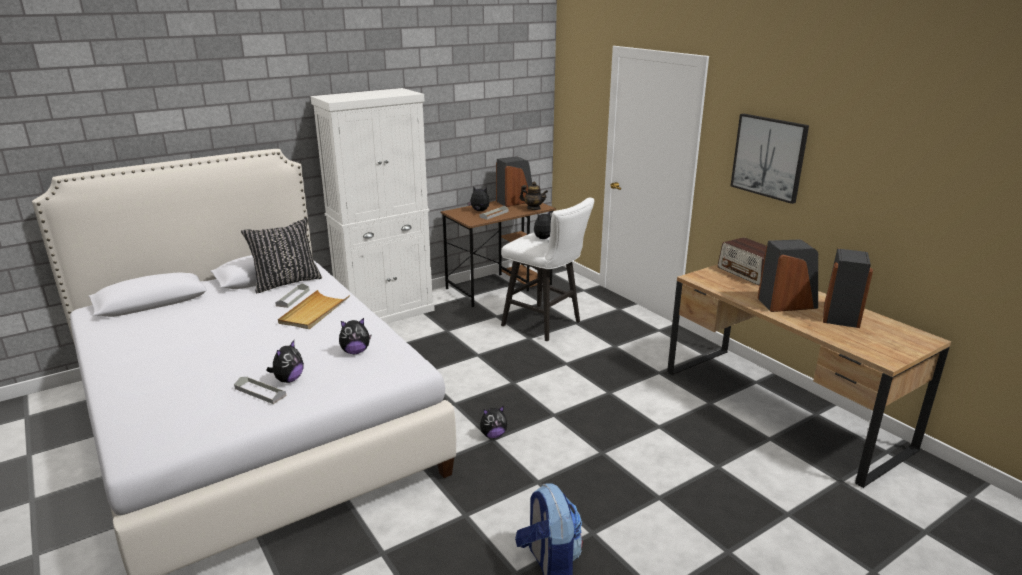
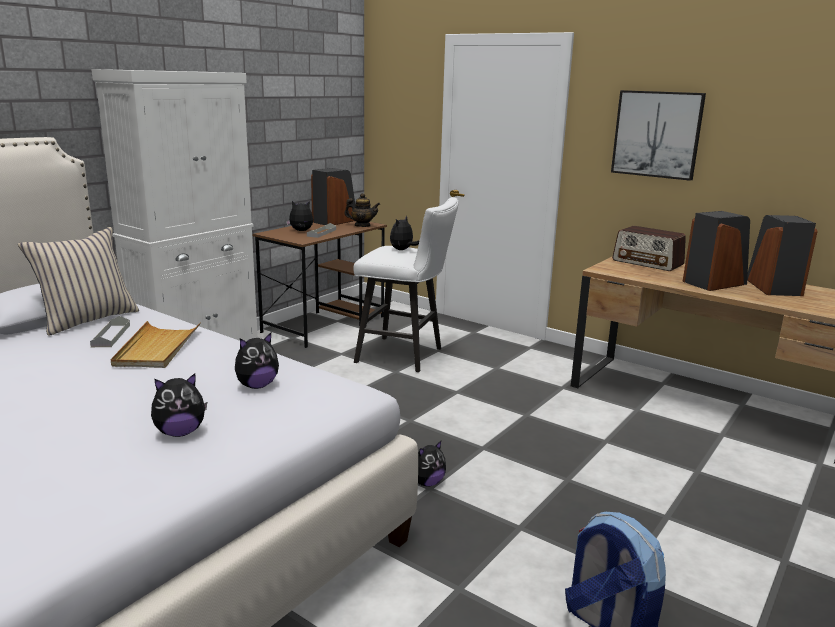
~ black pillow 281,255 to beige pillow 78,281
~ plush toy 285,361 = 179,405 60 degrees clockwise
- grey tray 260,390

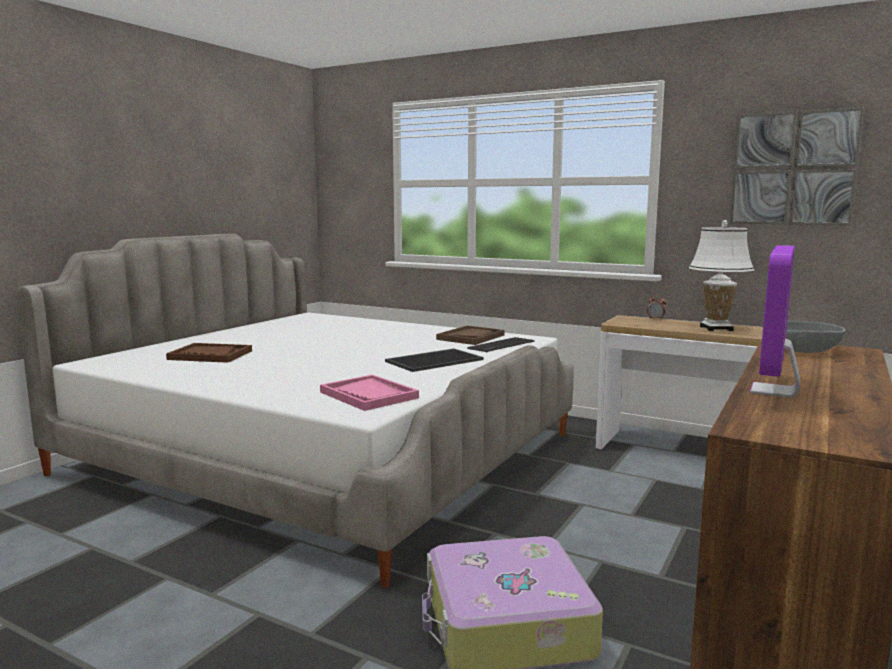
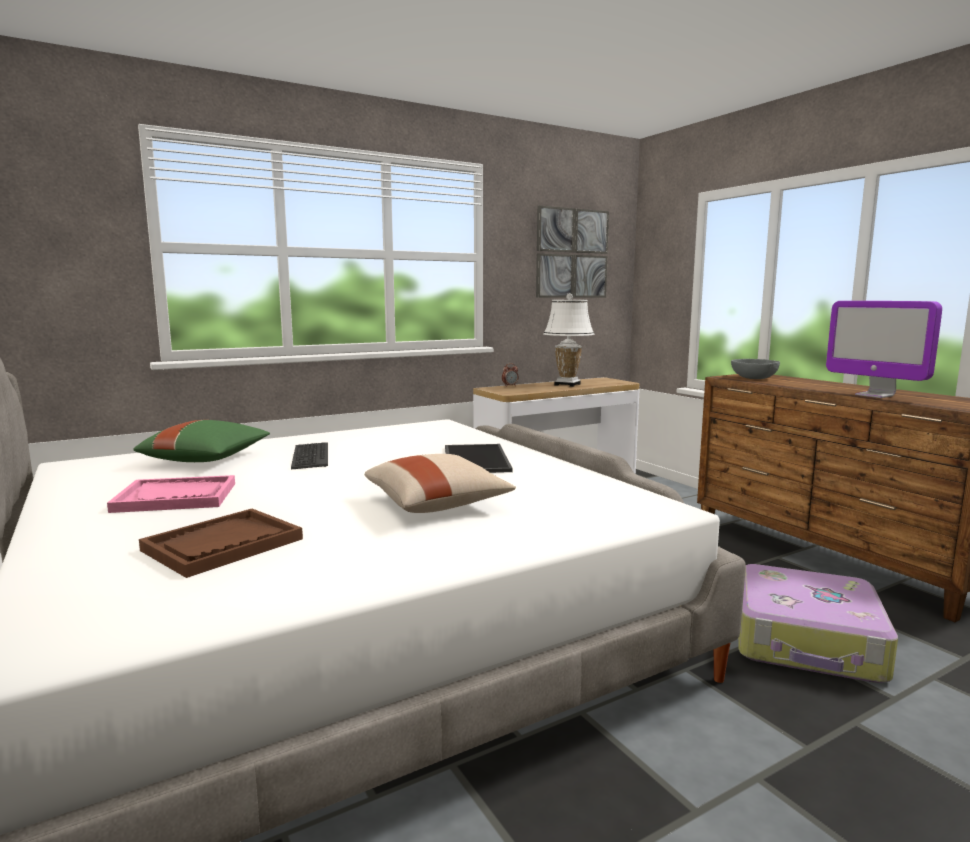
- brown tray 470,335
~ keyboard 500,344 to 309,455
~ pink tray 369,392 to 171,494
+ green pillow 202,441
+ beige pillow 440,483

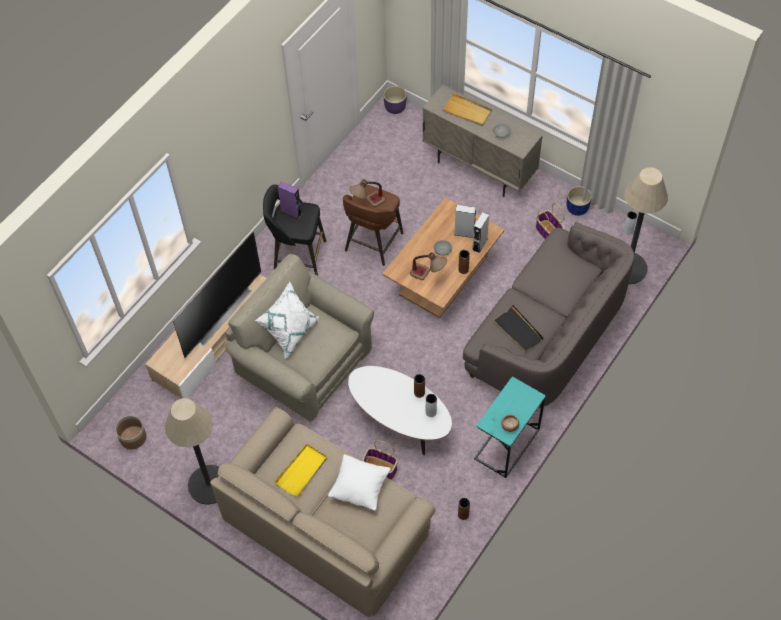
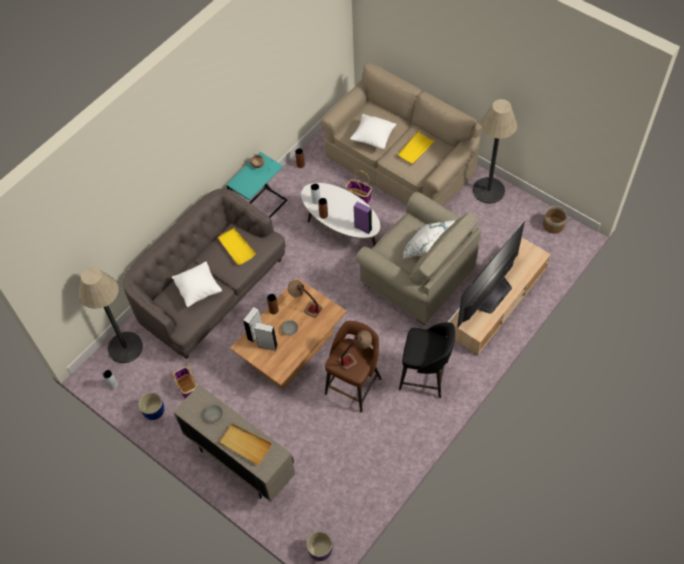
~ purple speaker 290,200 to 363,218
~ black tray 518,329 to yellow tray 236,246
+ white pillow 197,284

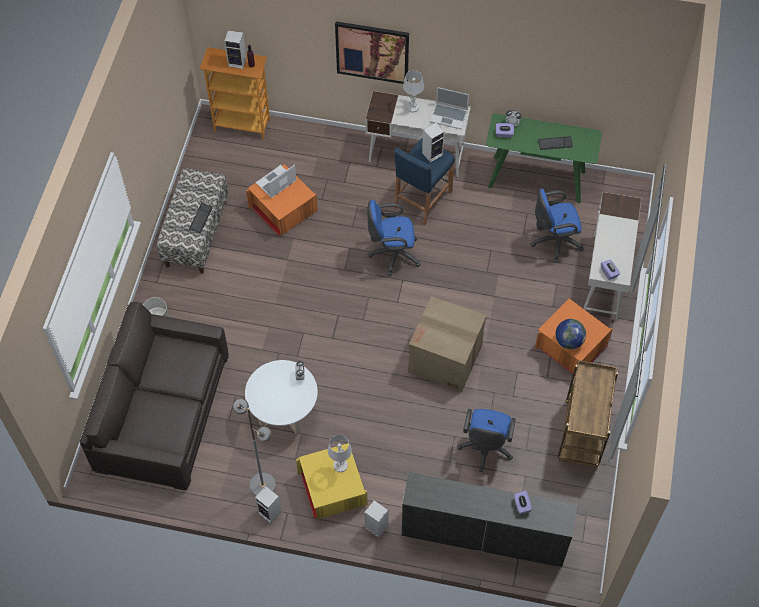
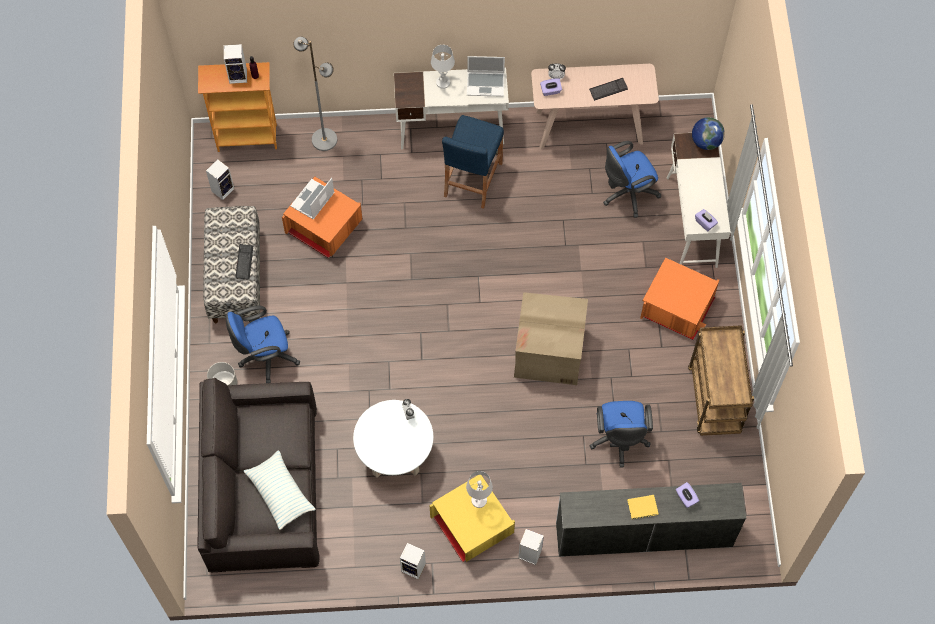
- picture 372,52
~ green console table 544,159 to beige console table 595,107
~ speaker 433,142 to 220,179
~ blue office chair 394,238 to 263,344
~ globe 571,334 to 708,133
~ grey floor lamp 254,447 to 315,94
+ pillow 279,490
+ yellow book 643,507

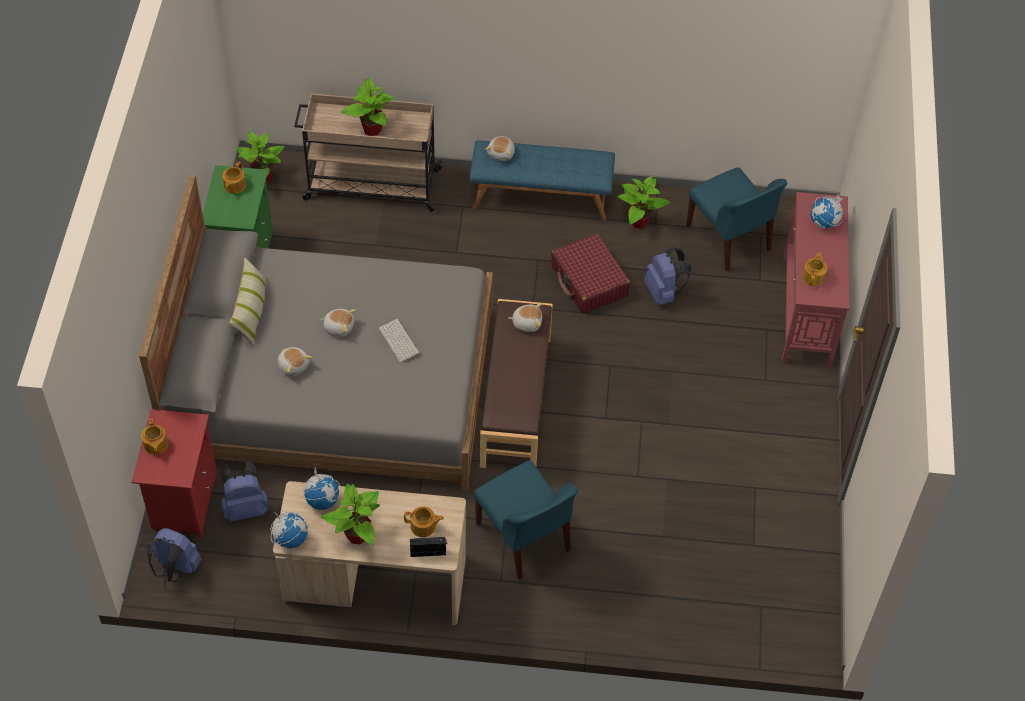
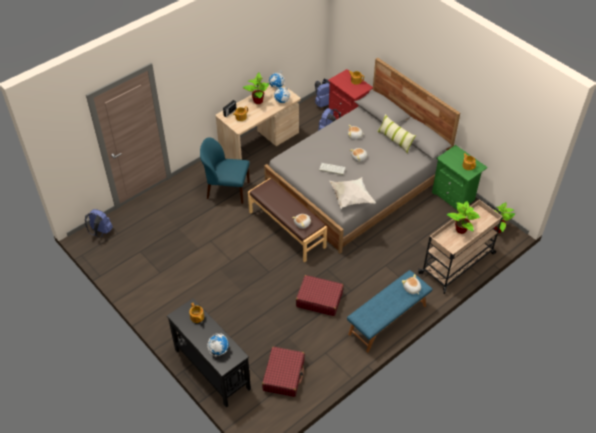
~ blue chair 736,219 to red suitcase 283,371
- potted plant 643,202
~ red console table 815,280 to black console table 209,353
~ blue backpack 668,276 to 99,223
+ white pillow 353,193

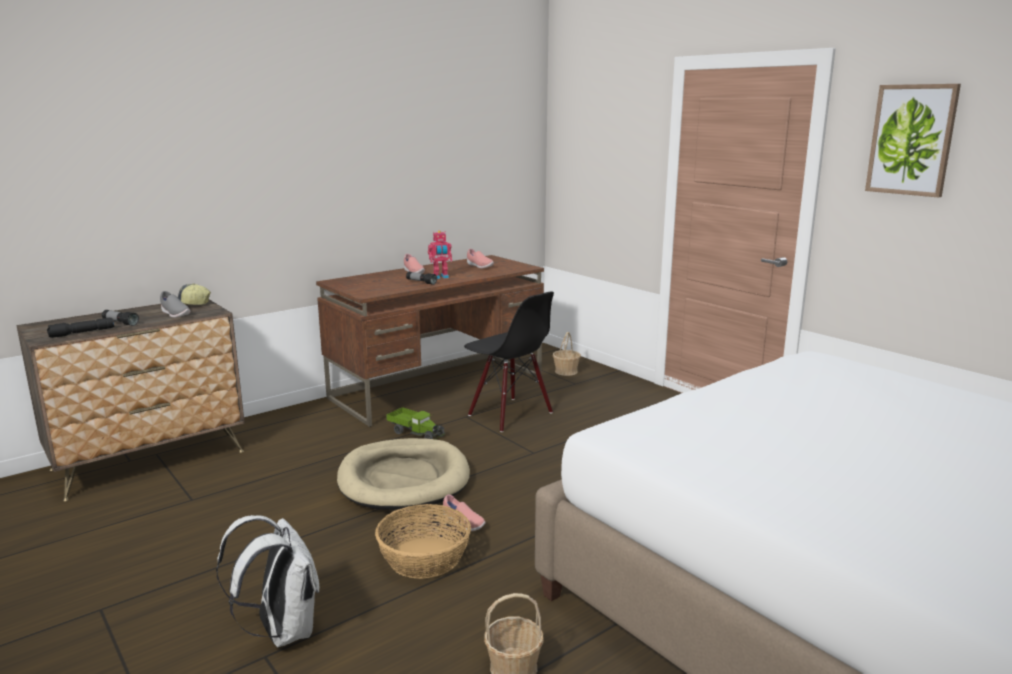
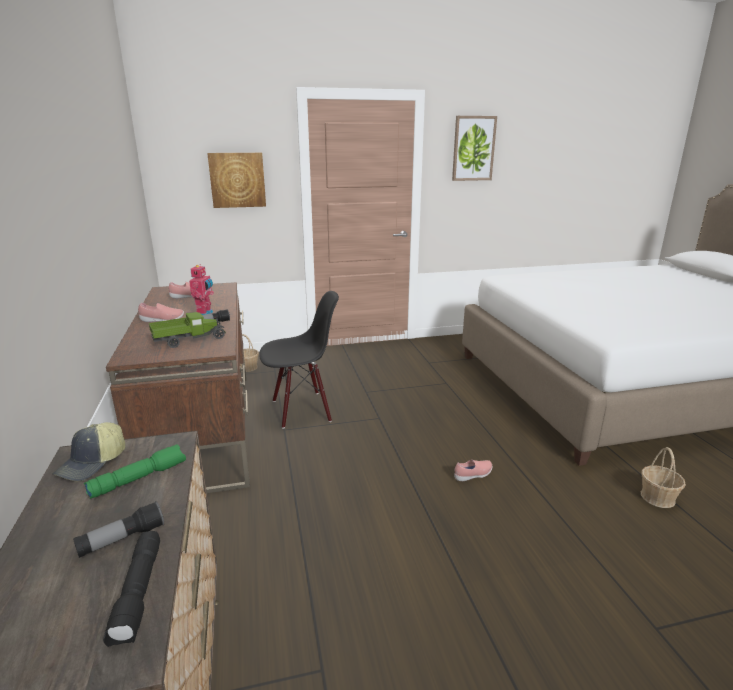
~ grey shoe 175,304 to green flashlight 135,471
~ toy truck 415,423 to 187,330
- beige dog bed 403,474
- basket 423,541
- white backpack 267,581
+ picture 236,180

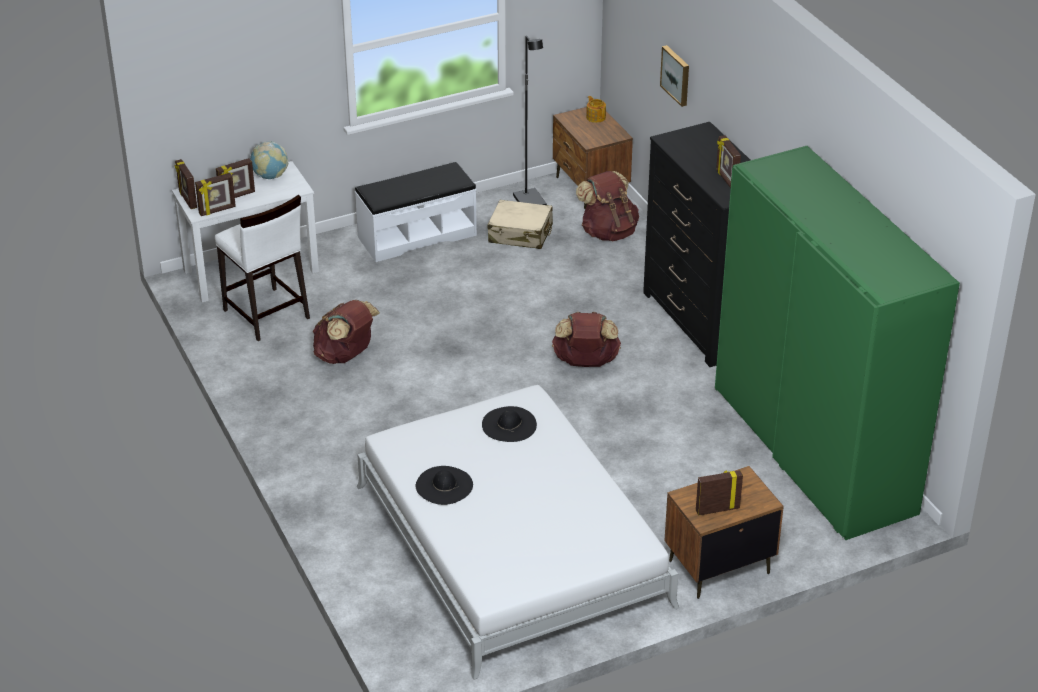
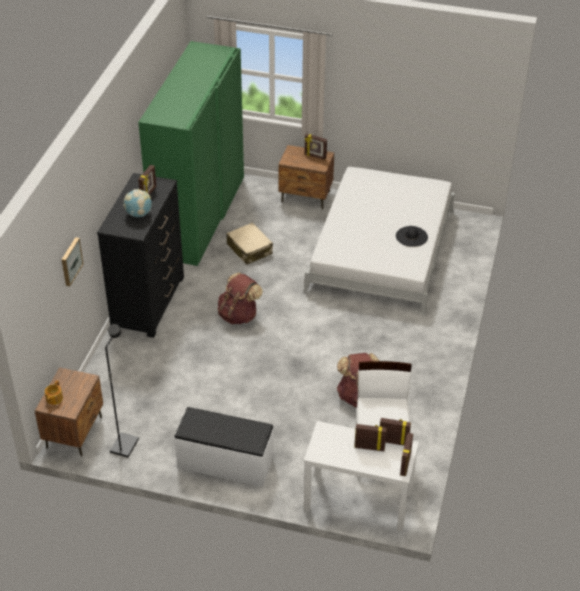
~ globe 269,160 to 137,203
- brown backpack 607,206
~ beige suitcase 520,224 to 250,243
- black hat 509,424

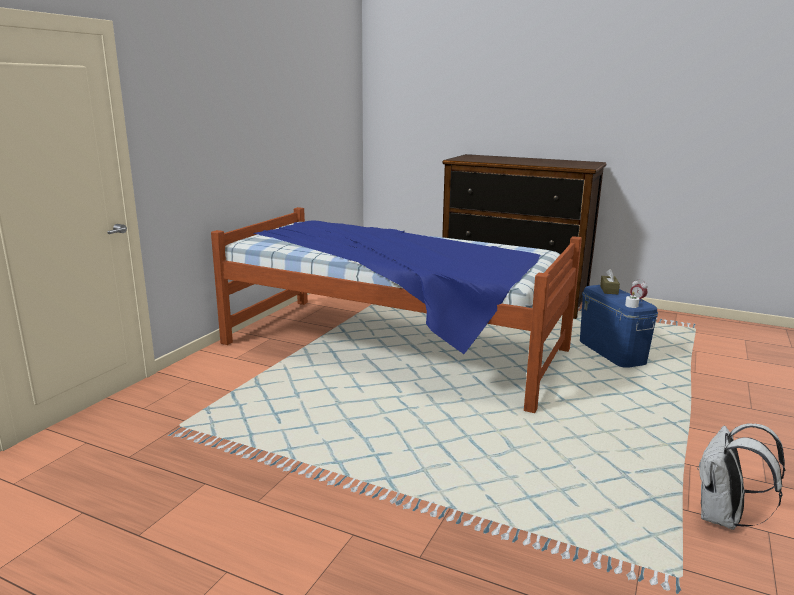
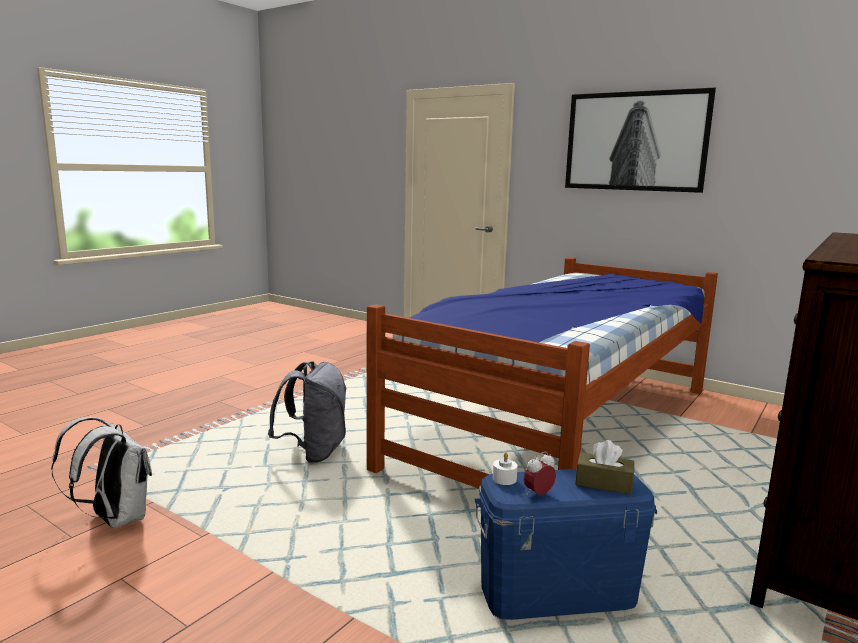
+ picture 640,140
+ grey backpack 307,412

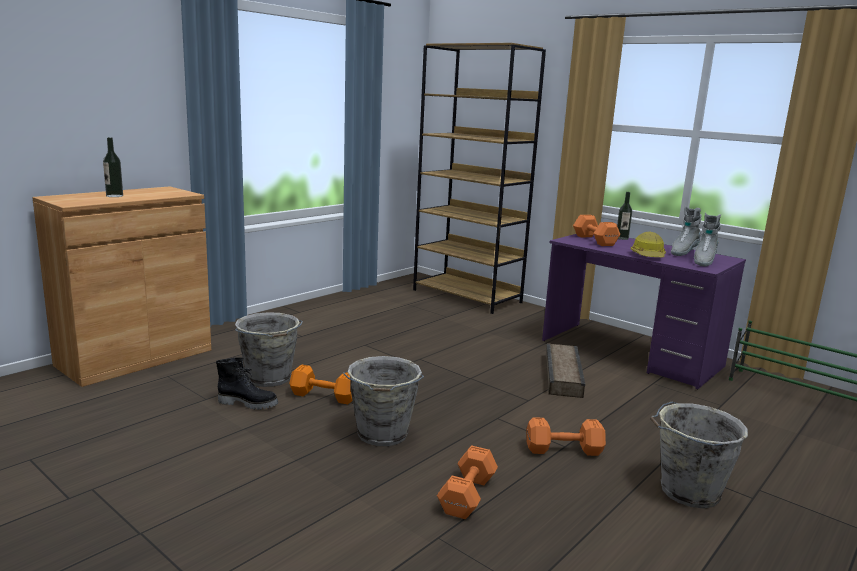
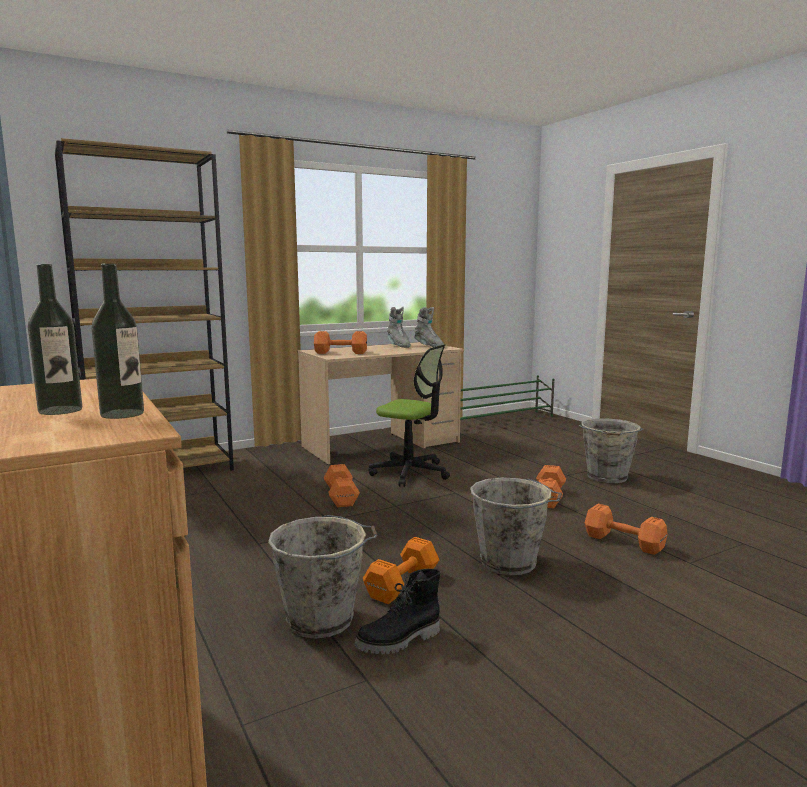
~ bottle 624,216 to 117,341
- hard hat 648,244
~ purple desk 644,311 to beige desk 381,403
~ crate 565,370 to office chair 409,415
~ black boot 247,383 = 397,611 150 degrees counterclockwise
+ orange dumbbell 342,485

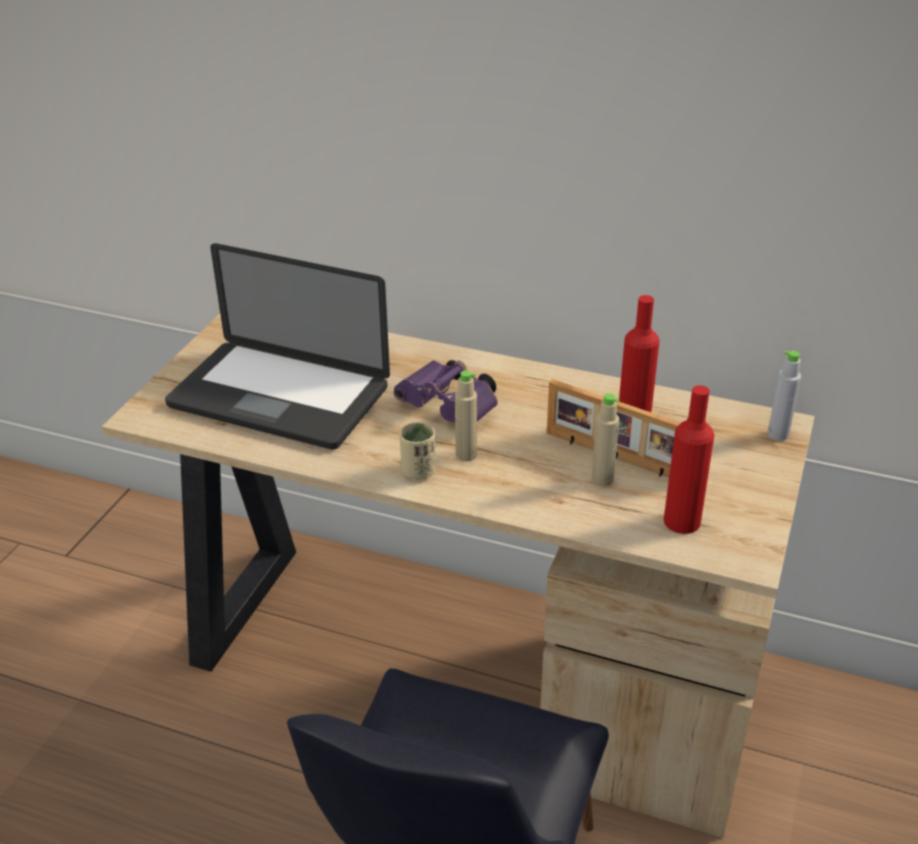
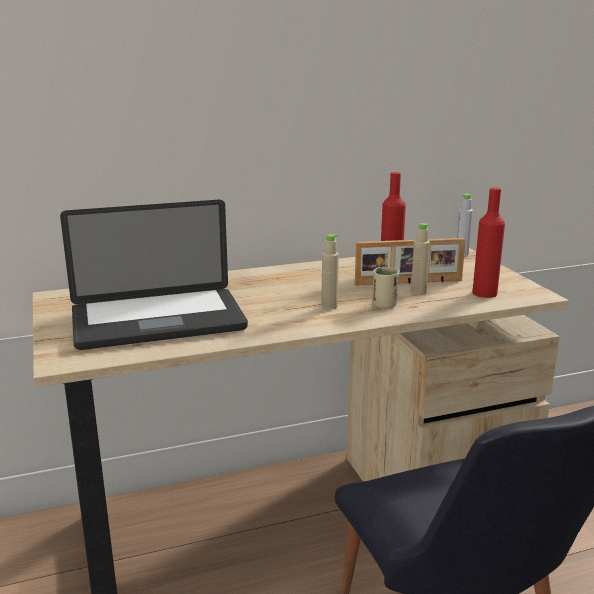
- purple binoculars 446,391
~ beige cup 418,451 to 385,288

